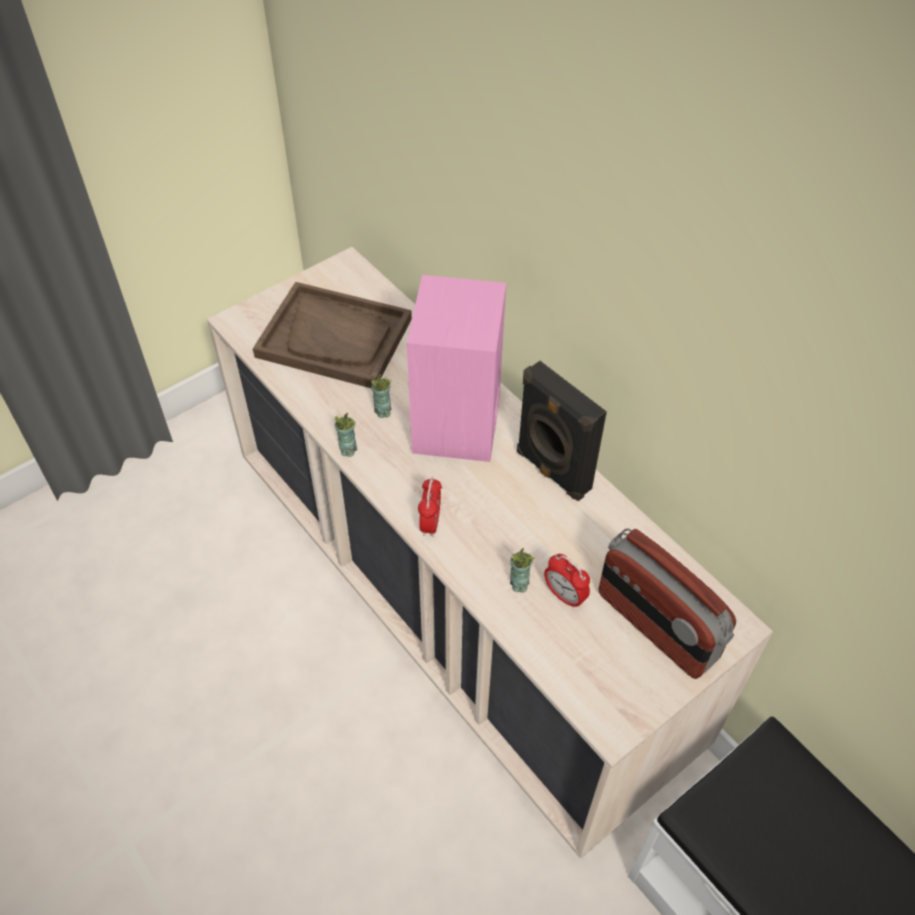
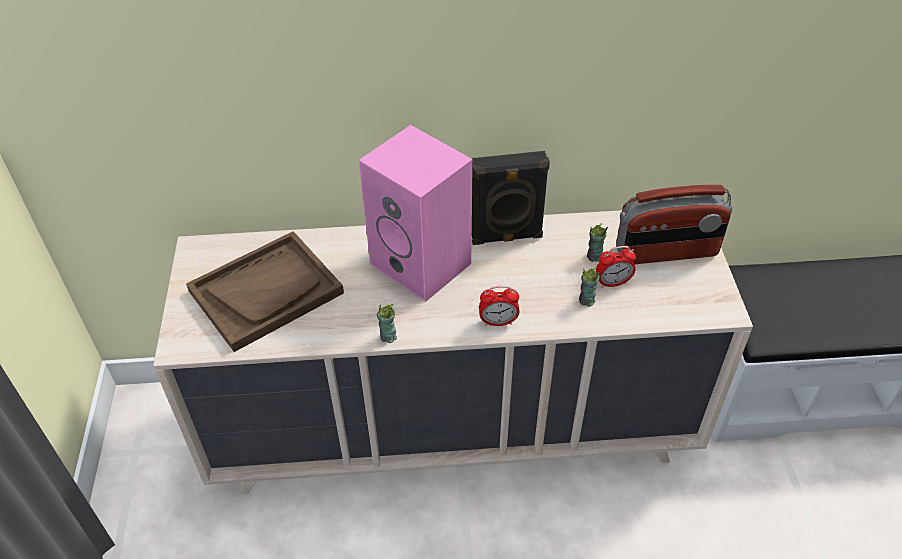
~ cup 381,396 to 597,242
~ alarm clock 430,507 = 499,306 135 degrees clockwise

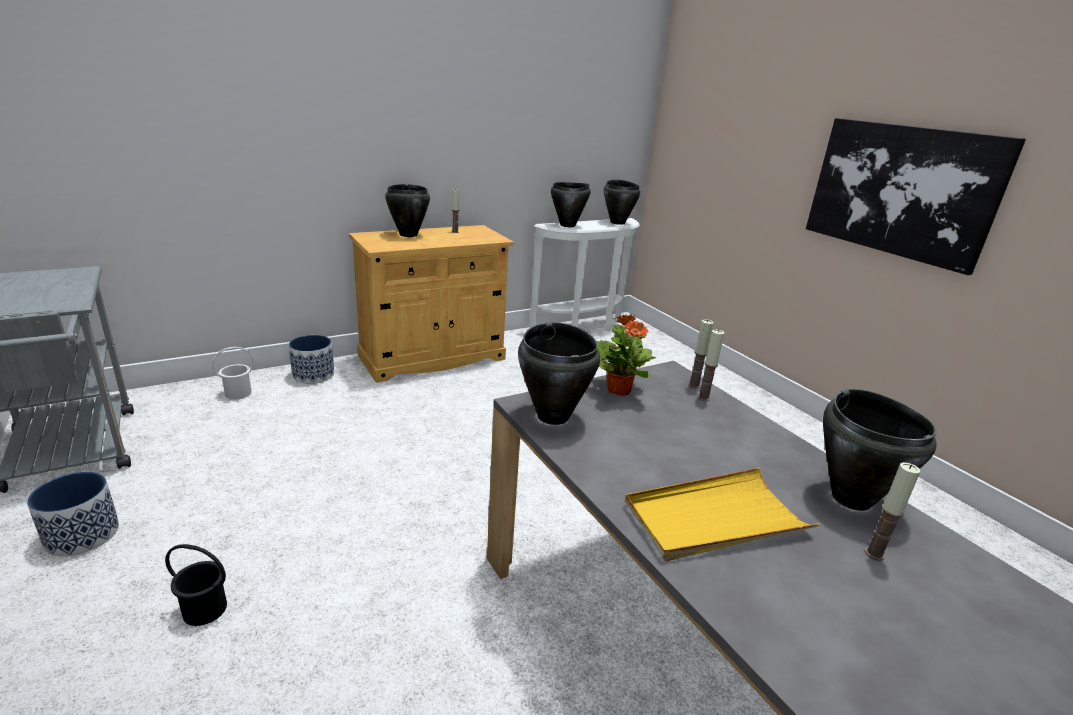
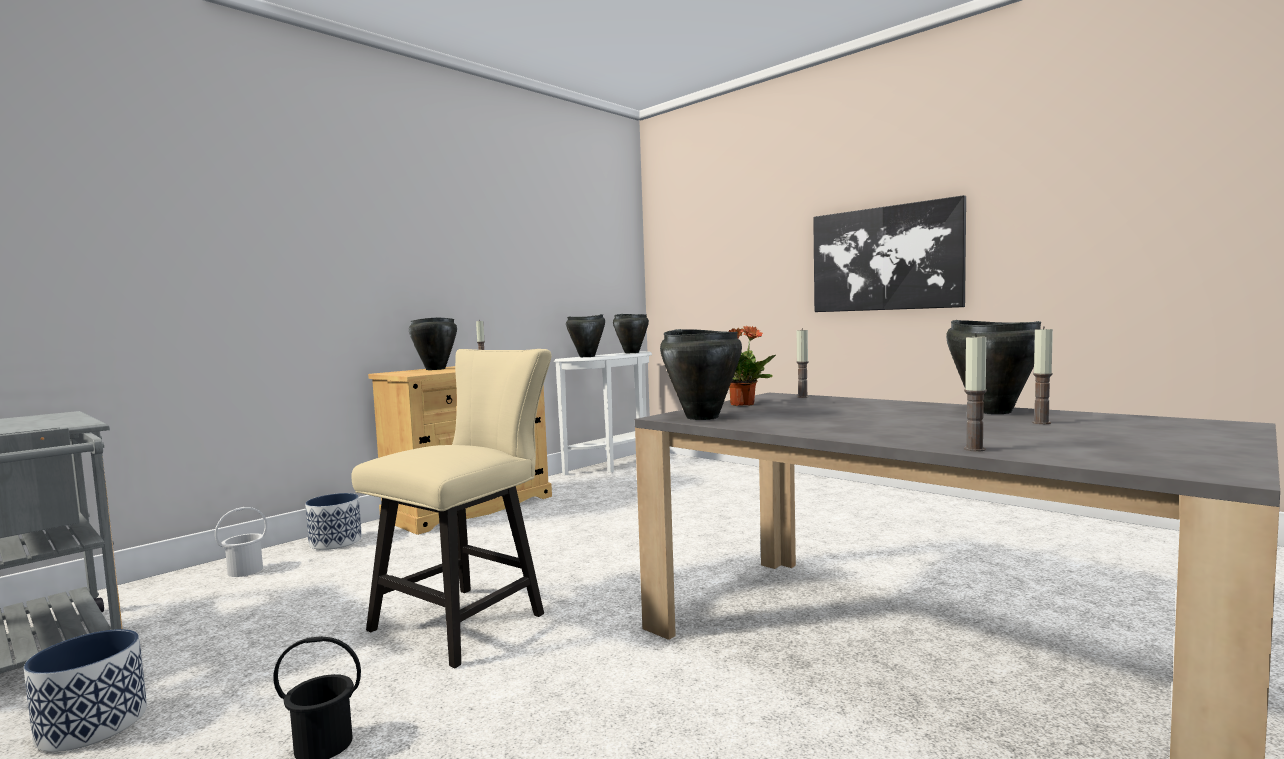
~ candle 711,365 to 975,392
- yellow tray 722,514
+ beige chair 451,508

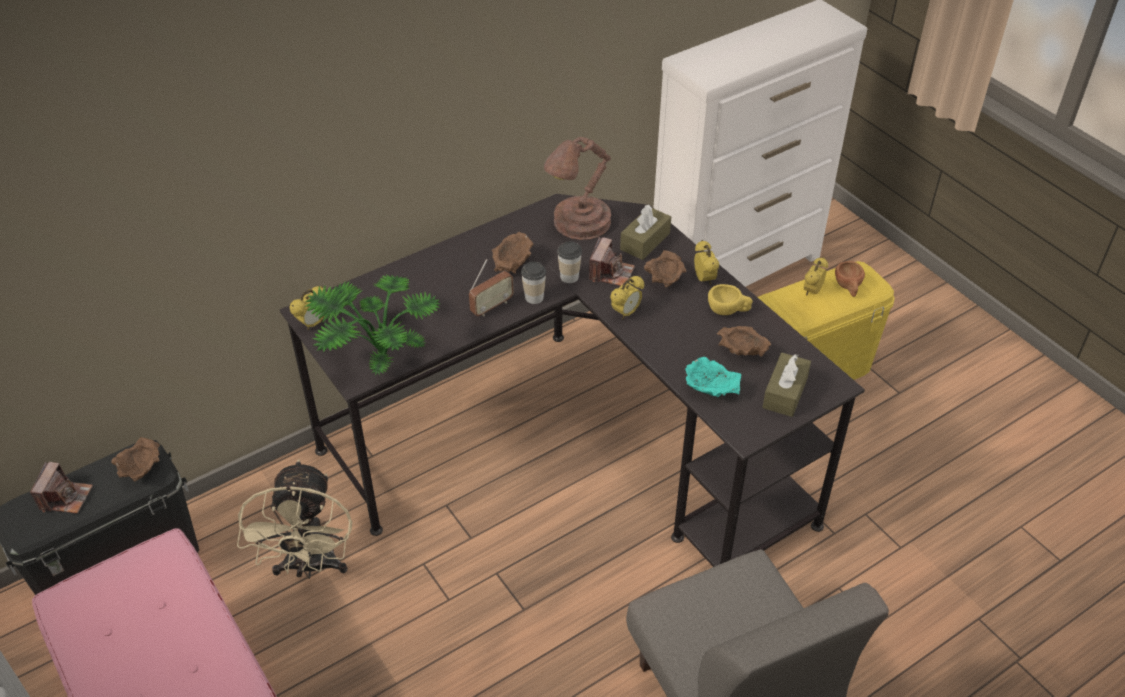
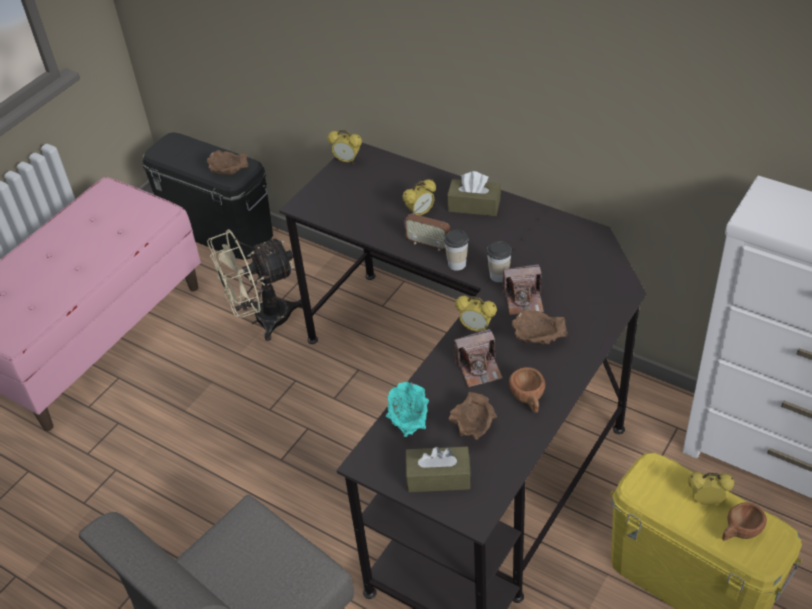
- brown table lamp 577,188
~ brown tissue box 645,232 to 474,193
- brown bowl 512,252
~ alarm clock 706,262 to 419,197
- potted plant 372,325
~ yellow cup 730,299 to brown cup 527,390
~ photo camera 61,488 to 478,358

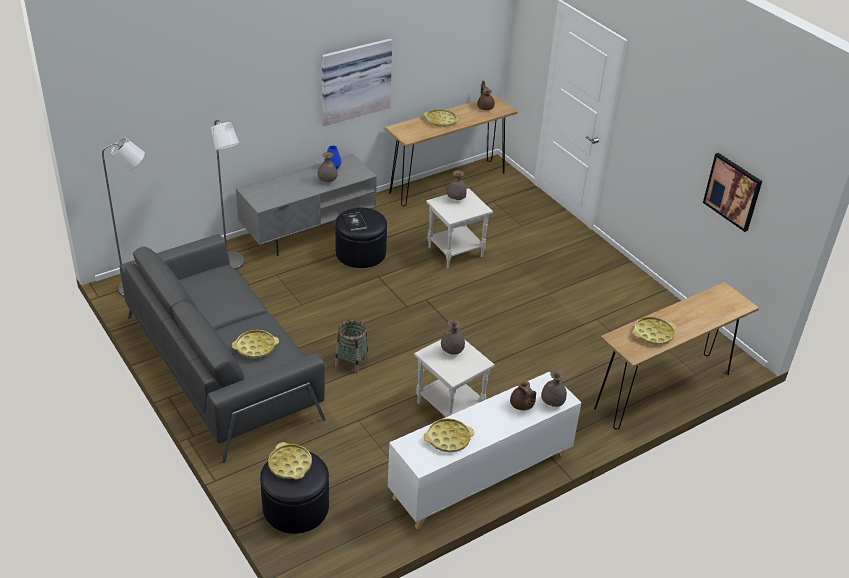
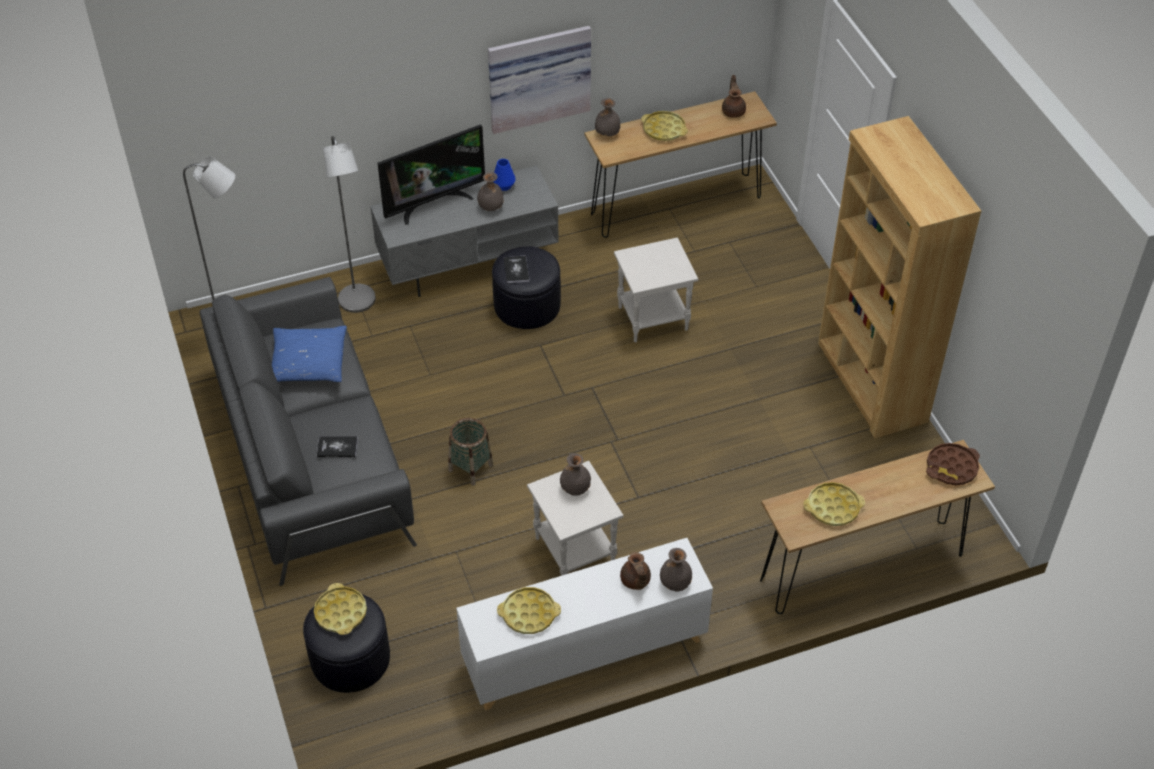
- picture 732,192
~ grey vase 457,185 to 608,117
~ yellow tray 255,344 to book 337,446
+ brown bookcase 899,277
+ television 431,174
+ blue pillow 309,354
+ brown tray 953,464

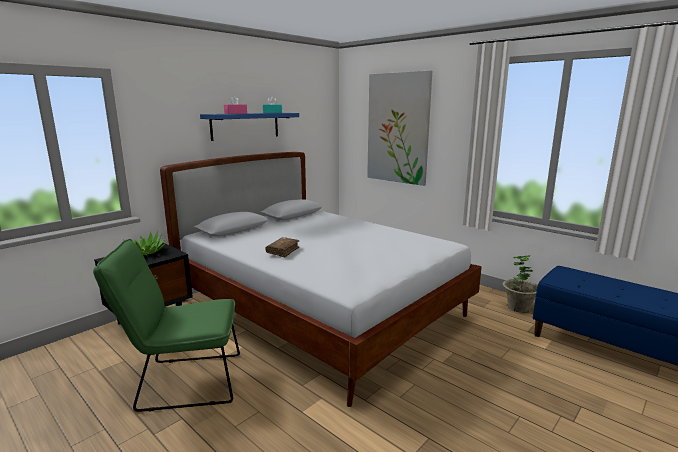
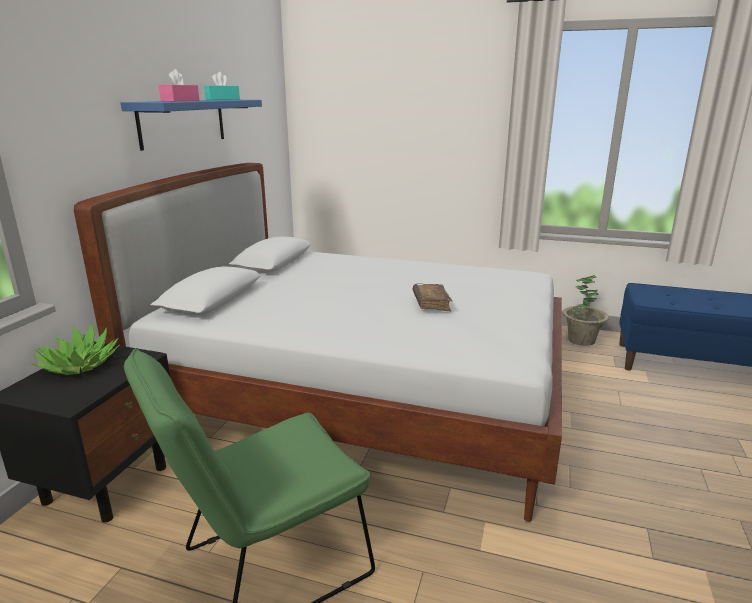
- picture 399,128
~ brown book 282,247 to 432,297

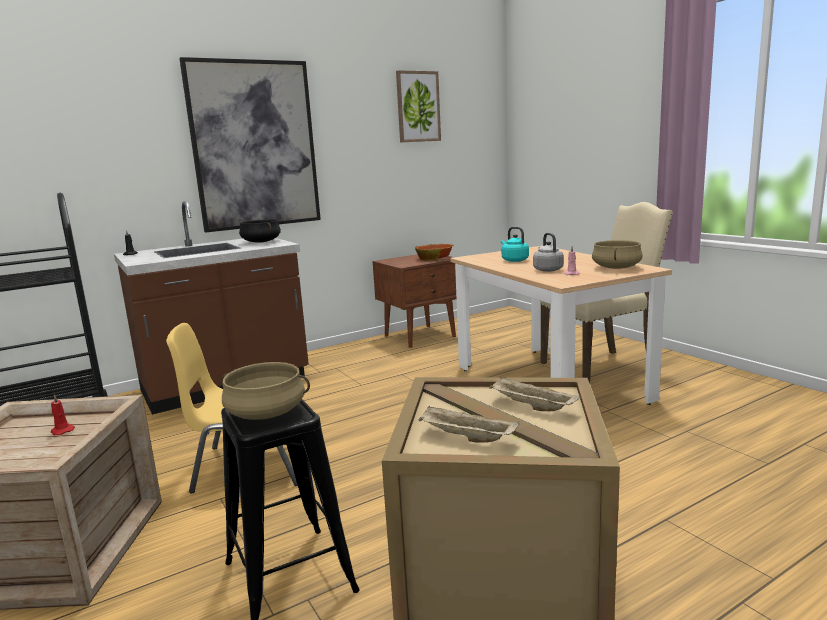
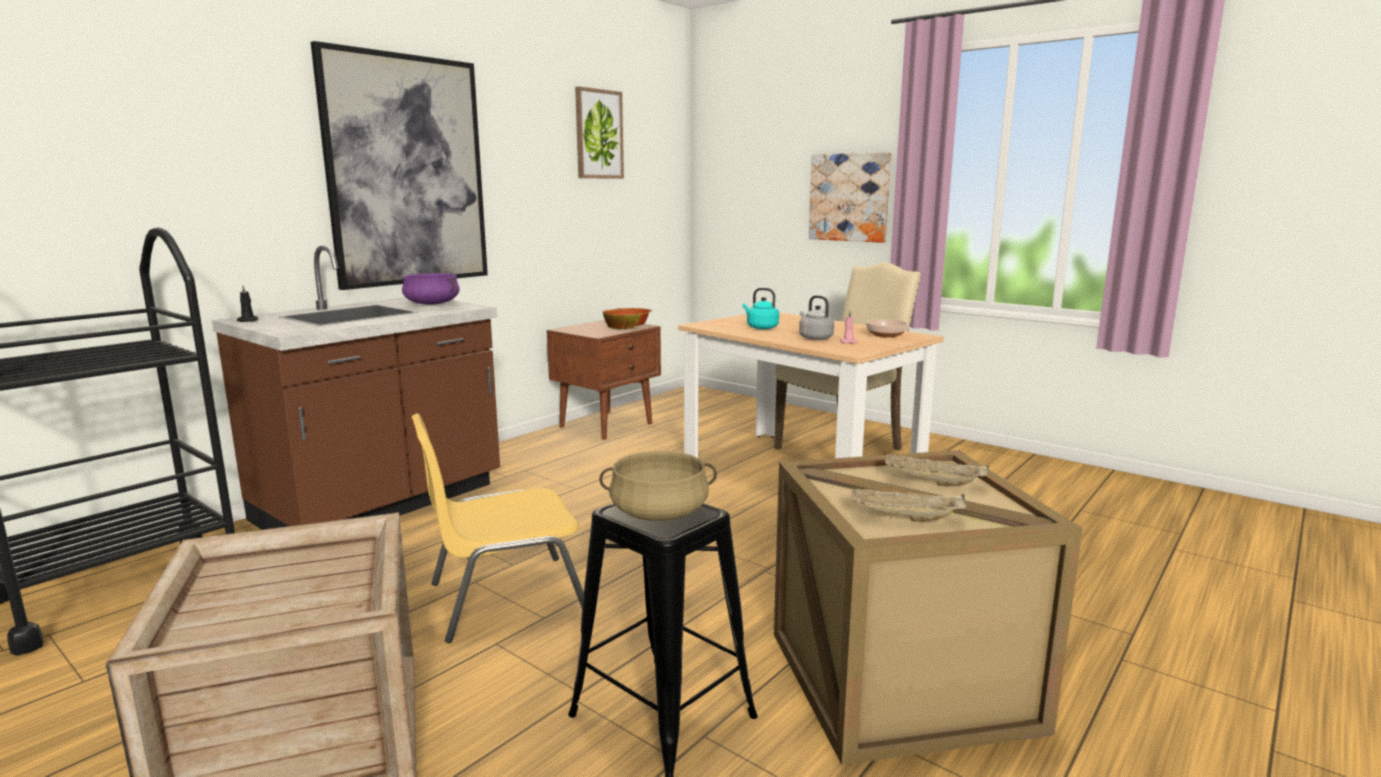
~ black cooking pot 260,231 to purple cooking pot 431,289
~ beige cooking pot 617,254 to bowl 887,328
- red candle 63,414
+ picture 850,197

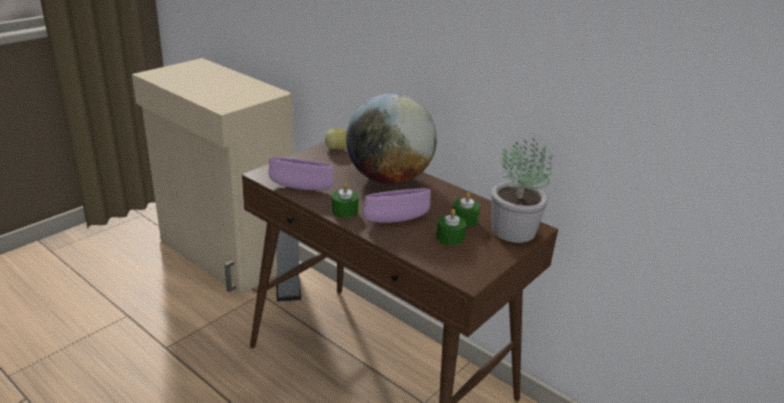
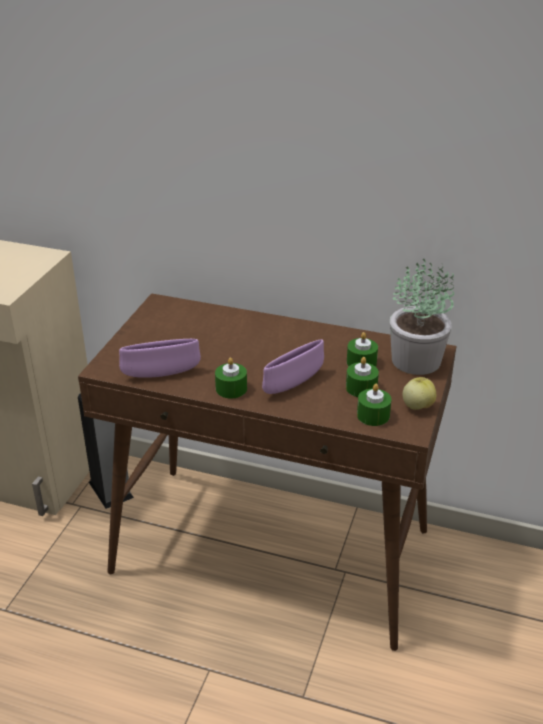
- globe 391,139
~ apple 336,139 to 419,393
+ green candle 374,405

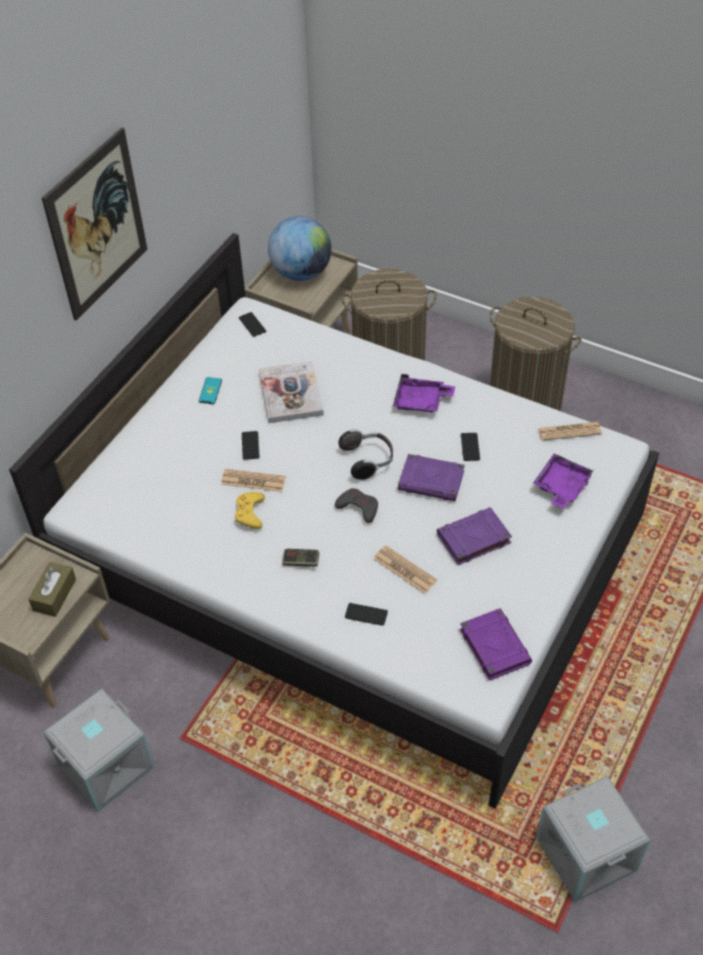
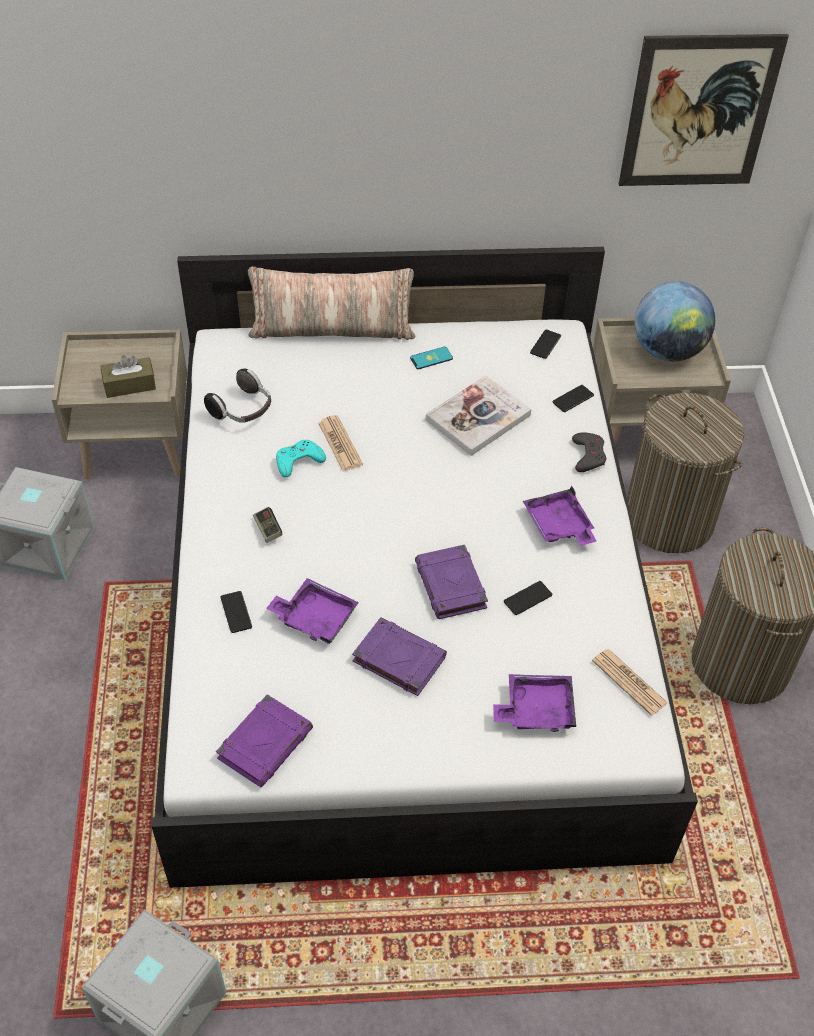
~ picture 95,223 to 704,110
~ headphones 365,454 to 237,395
~ phone 251,445 to 573,398
~ grey game controller 356,505 to 589,452
~ yellow game controller 250,510 to turquoise game controller 301,458
~ newspaper 405,569 to purple tray 312,611
+ pillow 332,303

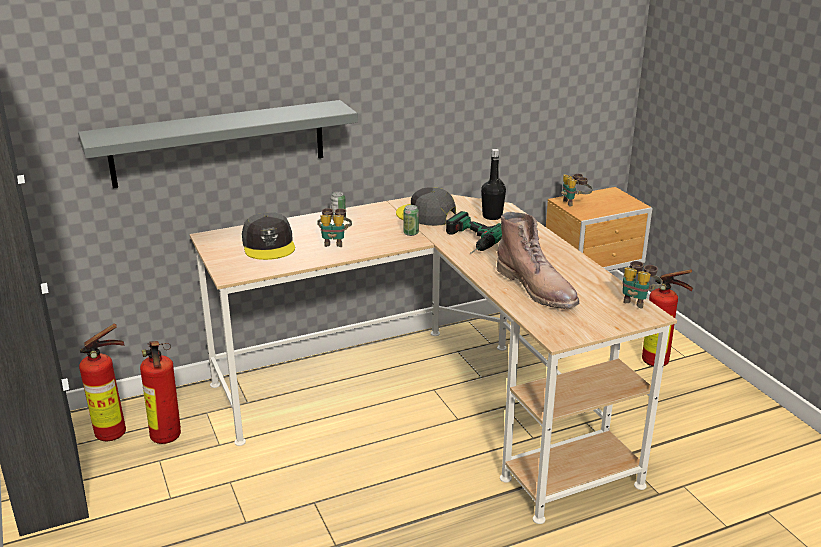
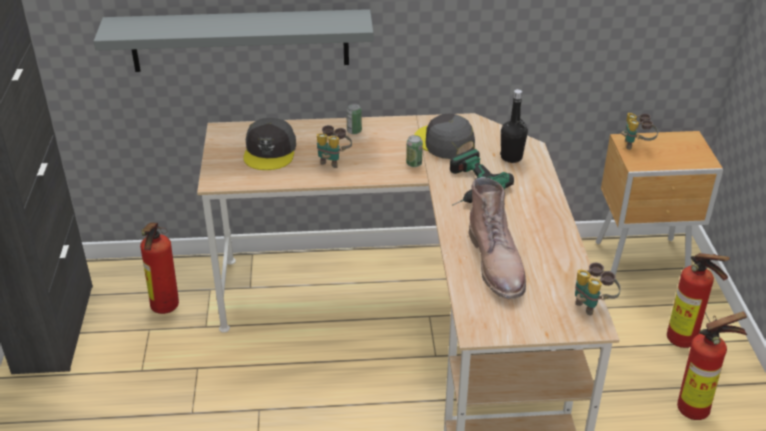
~ fire extinguisher 102,382 to 712,365

